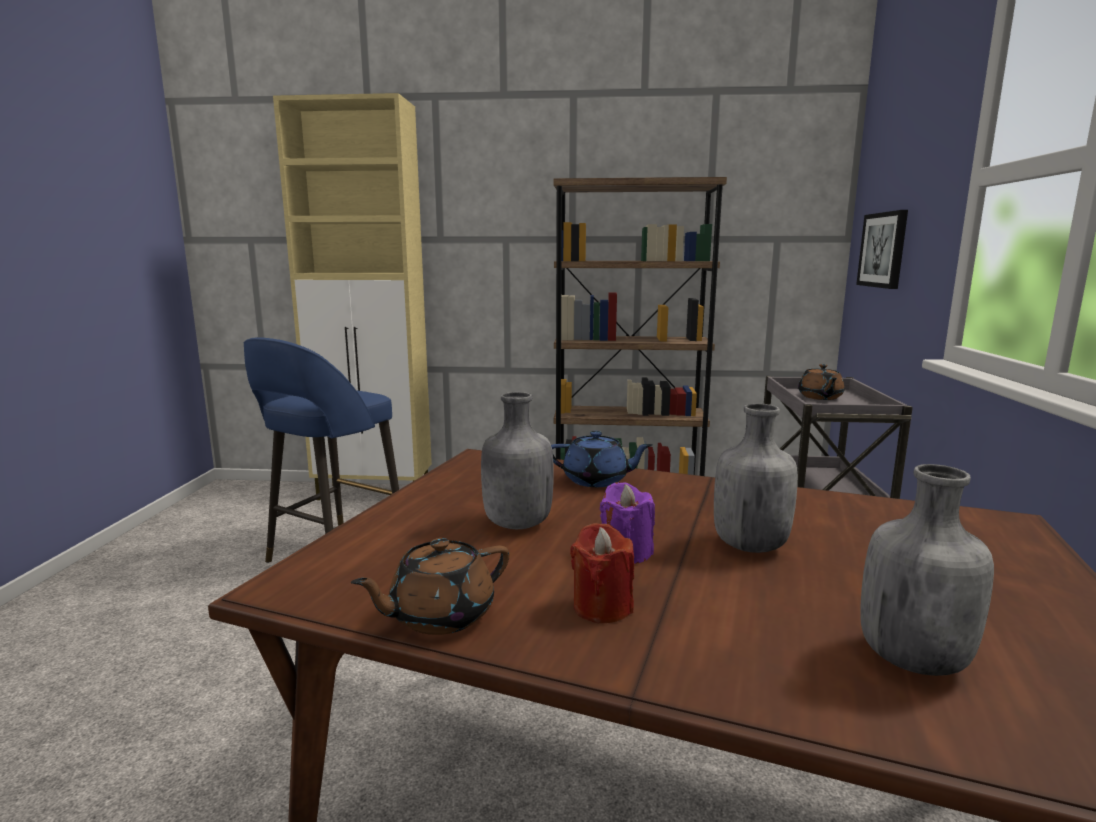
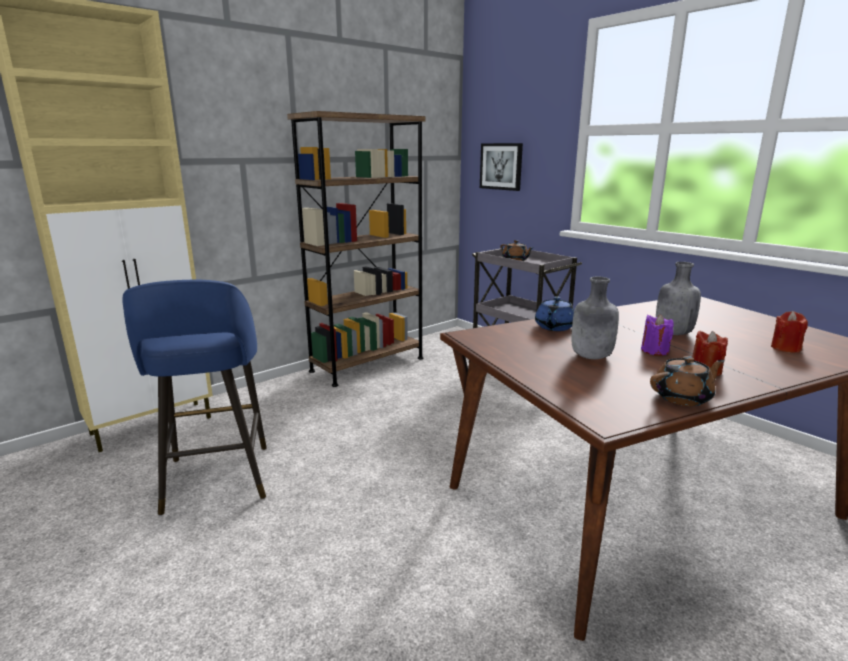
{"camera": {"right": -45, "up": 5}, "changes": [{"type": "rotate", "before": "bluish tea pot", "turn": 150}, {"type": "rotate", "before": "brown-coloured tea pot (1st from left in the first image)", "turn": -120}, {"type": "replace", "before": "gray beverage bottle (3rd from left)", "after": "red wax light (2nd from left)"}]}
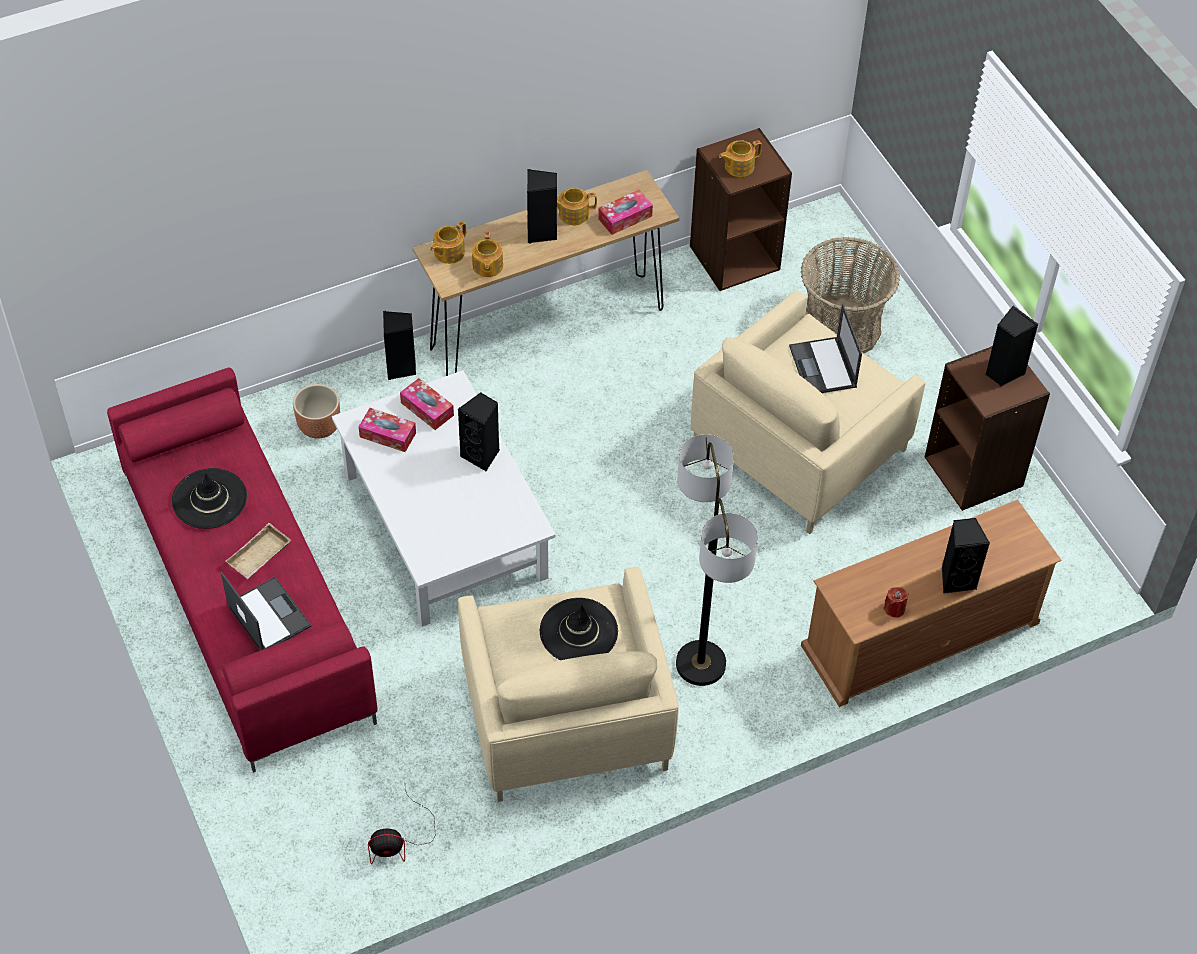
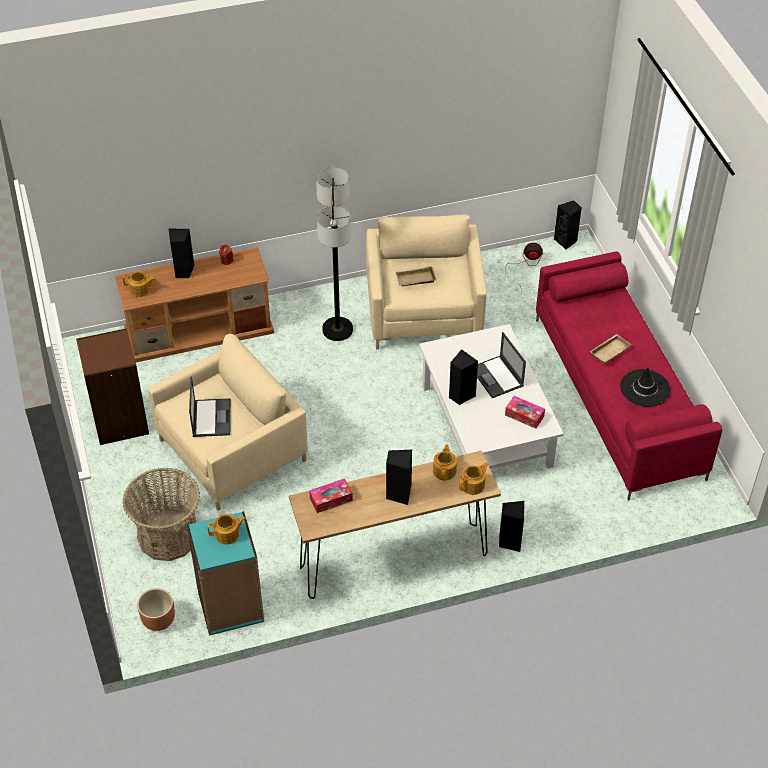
{"camera": {"right": -170, "up": -5}, "changes": [{"type": "move", "before": "tea pot (3rd from left in the first image)", "after": "tea pot (1st from left)"}, {"type": "move", "before": "brown-coloured plant pot"}, {"type": "recolor", "before": "brown-coloured bookcase (1st from left)", "after": "blue-green bookcase"}, {"type": "replace", "before": "blackish wearable hat (2nd from left)", "after": "beige carrying tray (1st from left)"}, {"type": "move", "before": "notebook computer (1st from left in the first image)", "after": "notebook computer (2nd from left)"}, {"type": "move", "before": "blackish audio speaker (5th from left)"}, {"type": "delete", "before": "box of tissues (2nd from left)"}]}
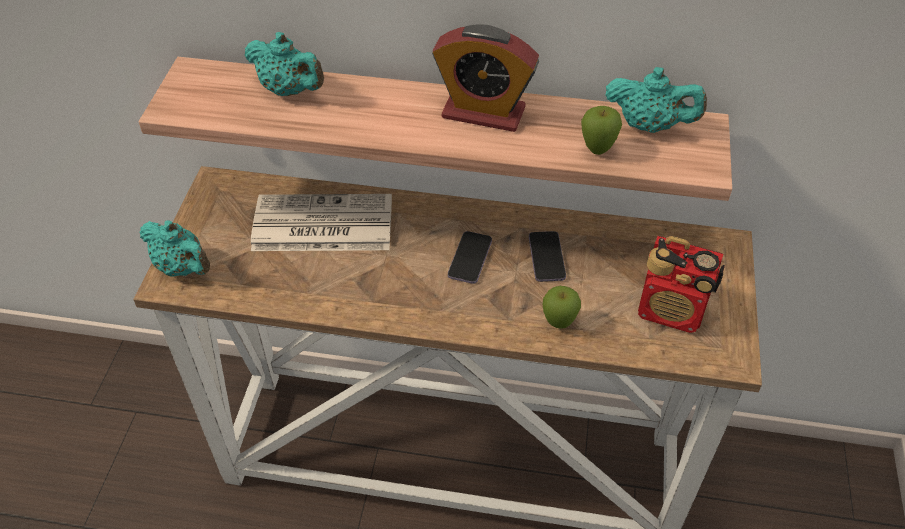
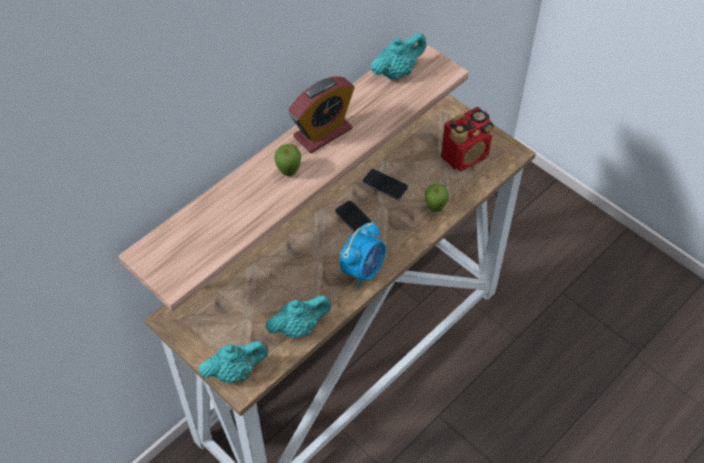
{"camera": {"right": -55, "up": 5}, "changes": [{"type": "move", "before": "blue-green tea pot (2nd from left)"}, {"type": "move", "before": "apple (2nd from left in the first image)", "after": "apple (1st from left)"}, {"type": "insert", "after": "table clock (2nd from left)"}, {"type": "delete", "before": "printed paper"}]}
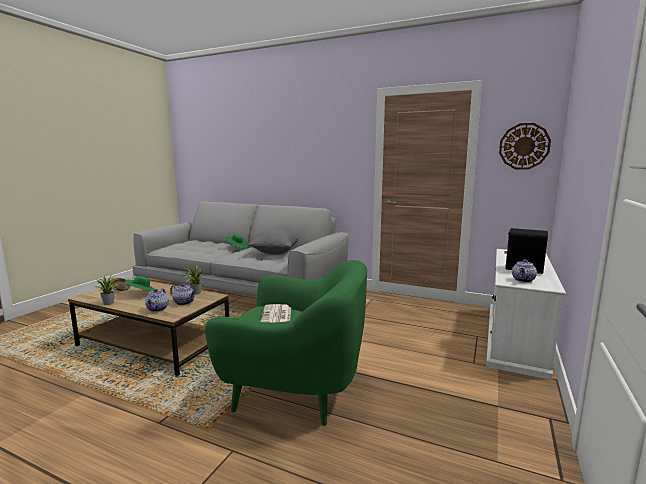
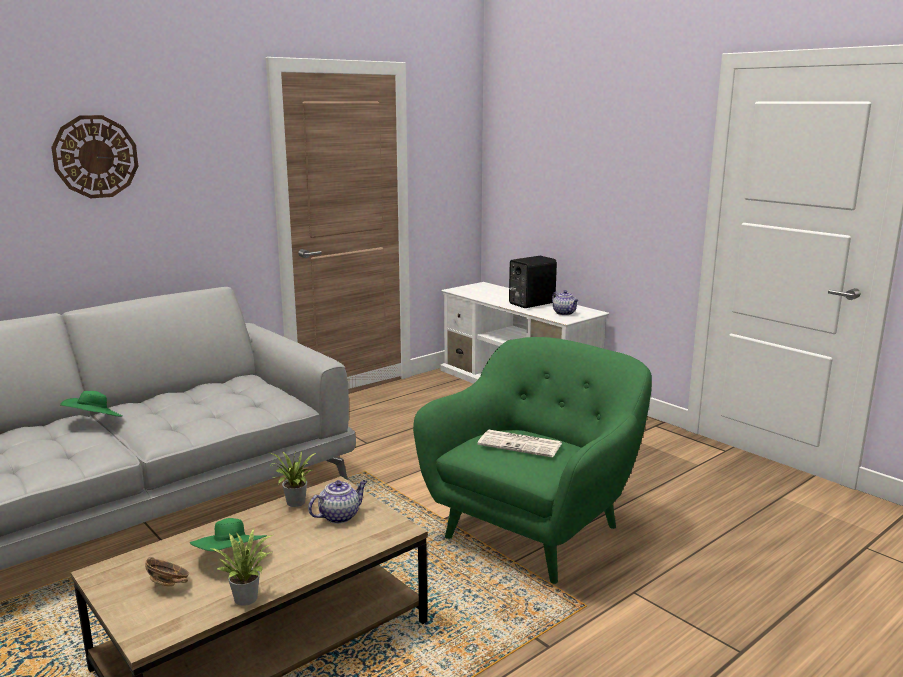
{"camera": {"right": -65, "up": 5}, "changes": [{"type": "move", "before": "hanging clock"}, {"type": "delete", "before": "tea pot (1st from left)"}, {"type": "delete", "before": "gray throw pillow"}]}
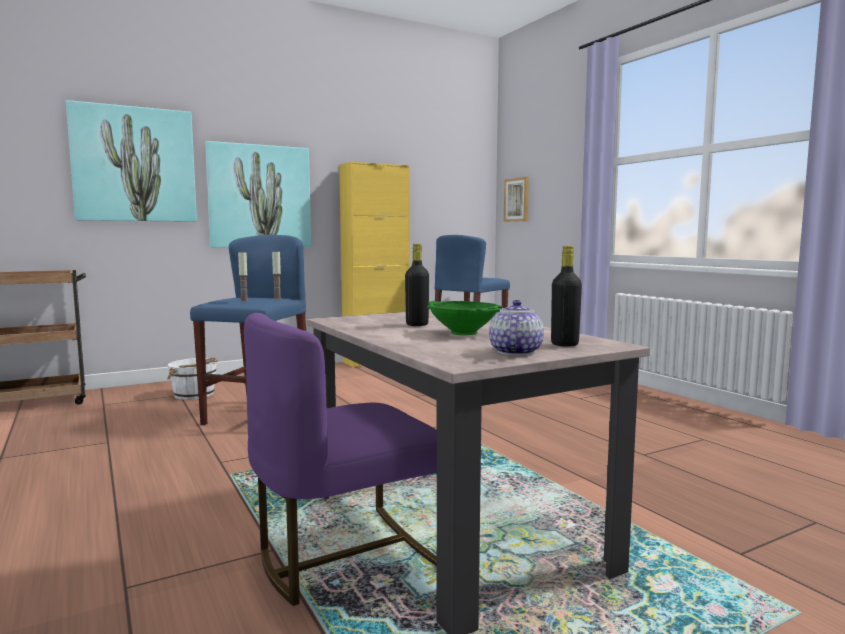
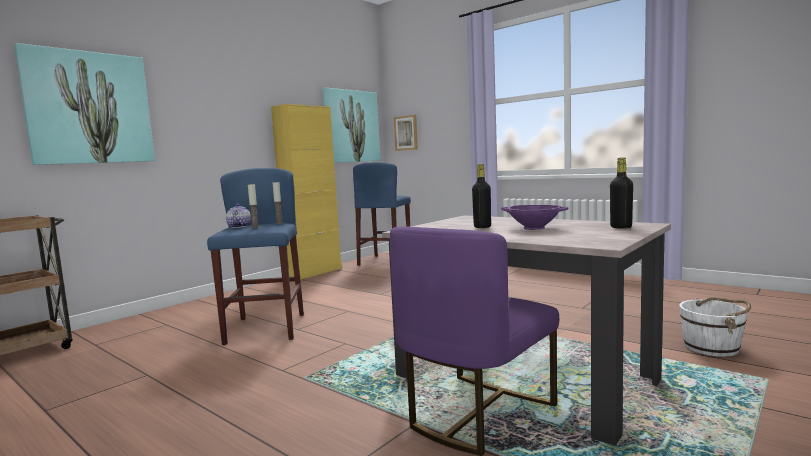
{"camera": {"right": -20, "up": 0}, "changes": [{"type": "move", "before": "tea pot"}, {"type": "move", "before": "wall art (2nd from left)"}, {"type": "recolor", "before": "greenish deep dish", "after": "purple deep dish"}, {"type": "move", "before": "white bucket"}]}
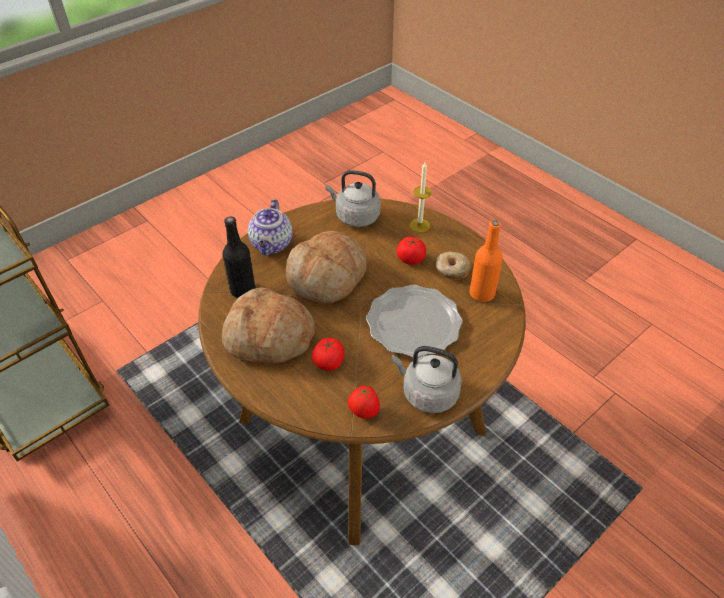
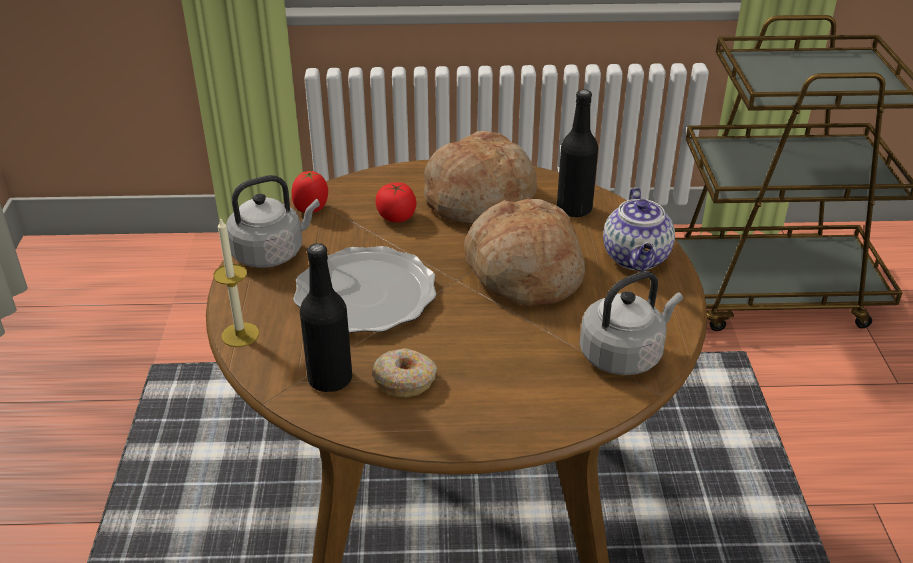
{"camera": {"right": 130, "up": -10}, "changes": [{"type": "move", "before": "wax light"}, {"type": "recolor", "before": "orange beverage bottle", "after": "blackish beverage bottle (1st from left)"}, {"type": "rotate", "before": "tea pot", "turn": -135}, {"type": "delete", "before": "tomato (3rd from left)"}]}
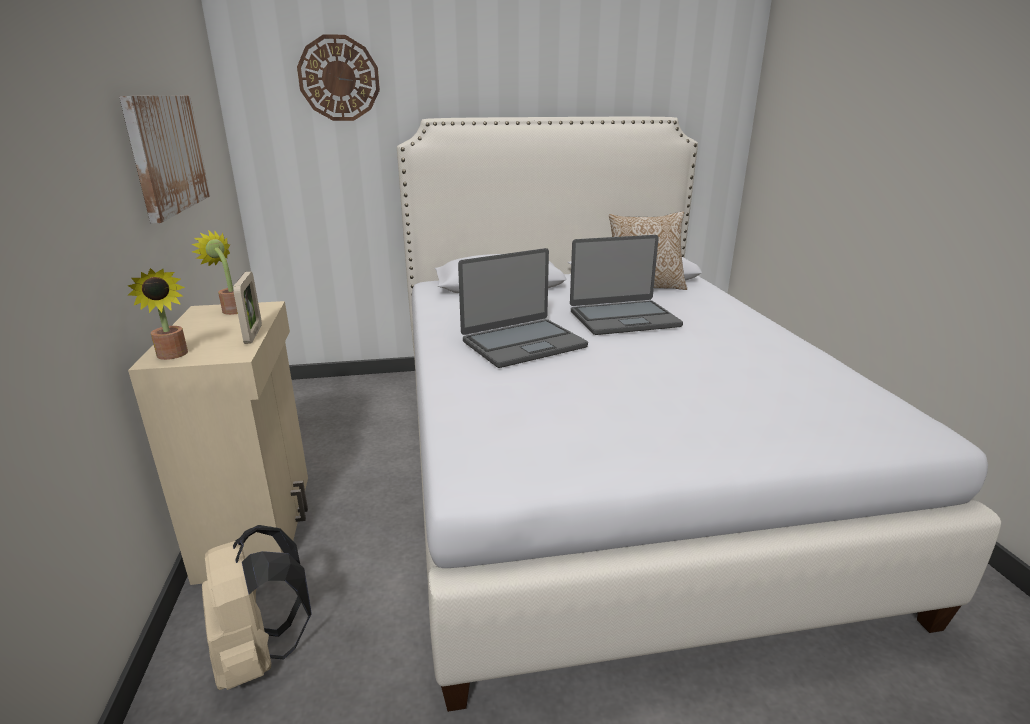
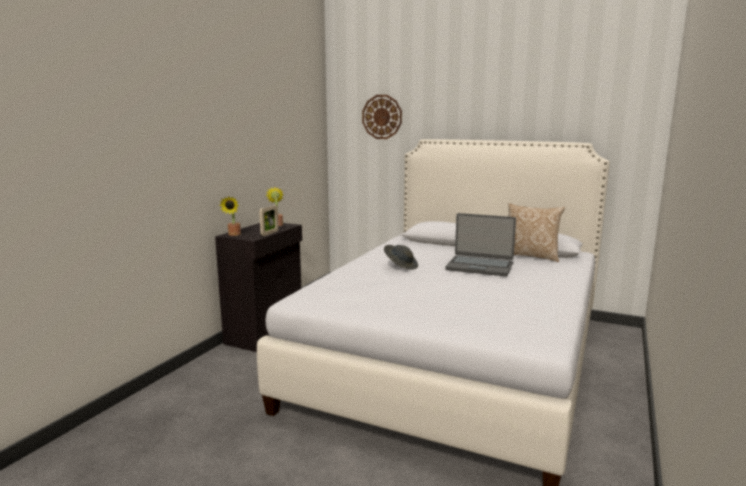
{"camera": {"right": 35, "up": -10}, "changes": [{"type": "recolor", "before": "beige storage cabinet", "after": "blackish storage cabinet"}, {"type": "replace", "before": "notebook computer (1st from left)", "after": "gray wearable hat"}, {"type": "delete", "before": "wall art"}, {"type": "delete", "before": "beige knapsack"}]}
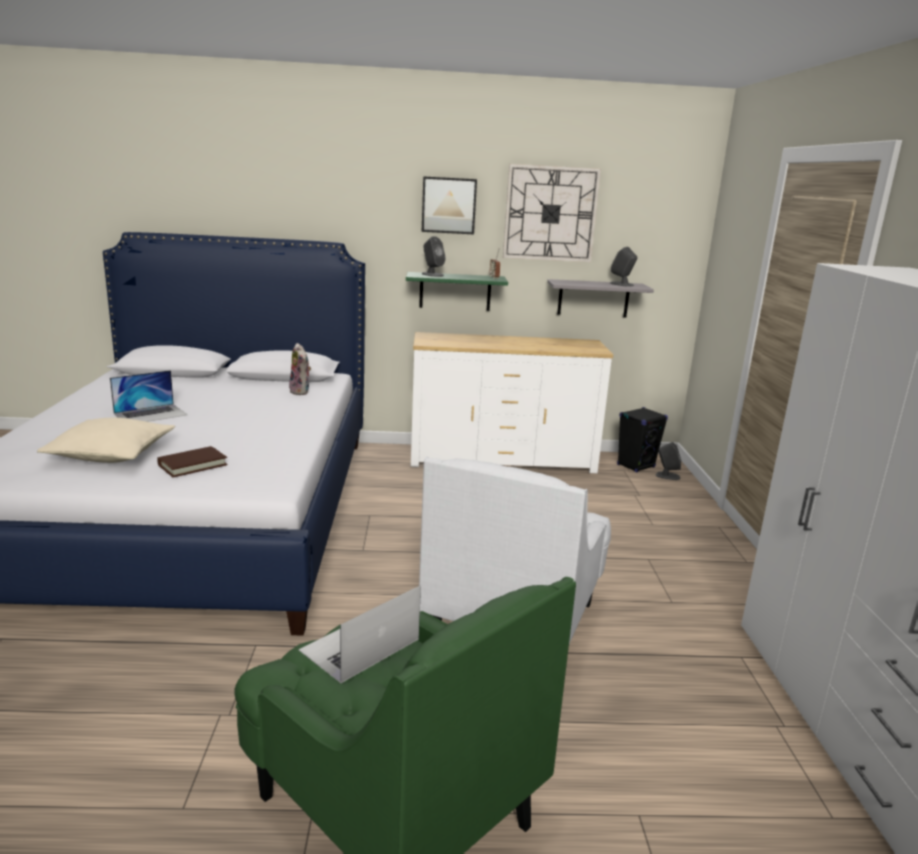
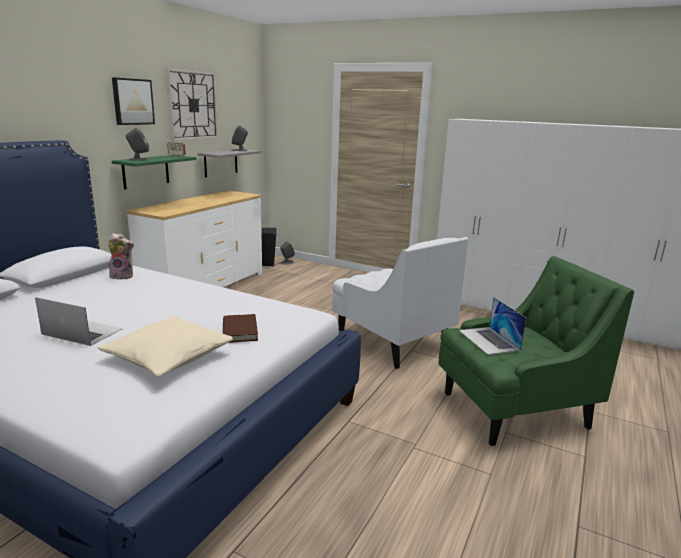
{"camera": {"right": -60, "up": 0}, "changes": [{"type": "rotate", "before": "notebook computer (1st from left)", "turn": -60}]}
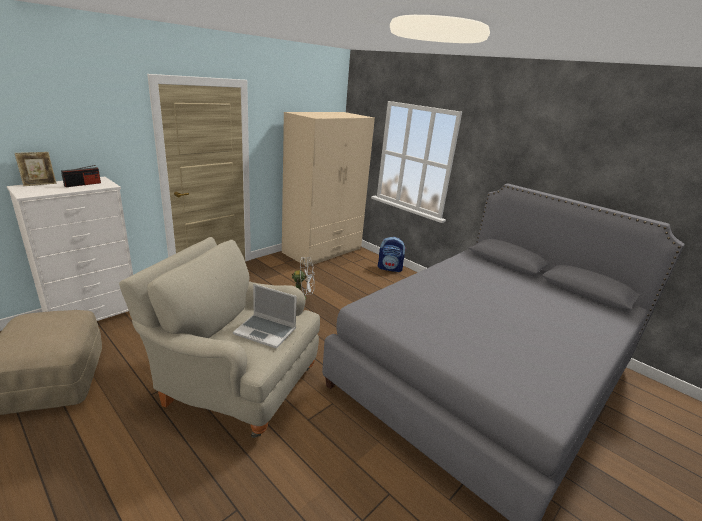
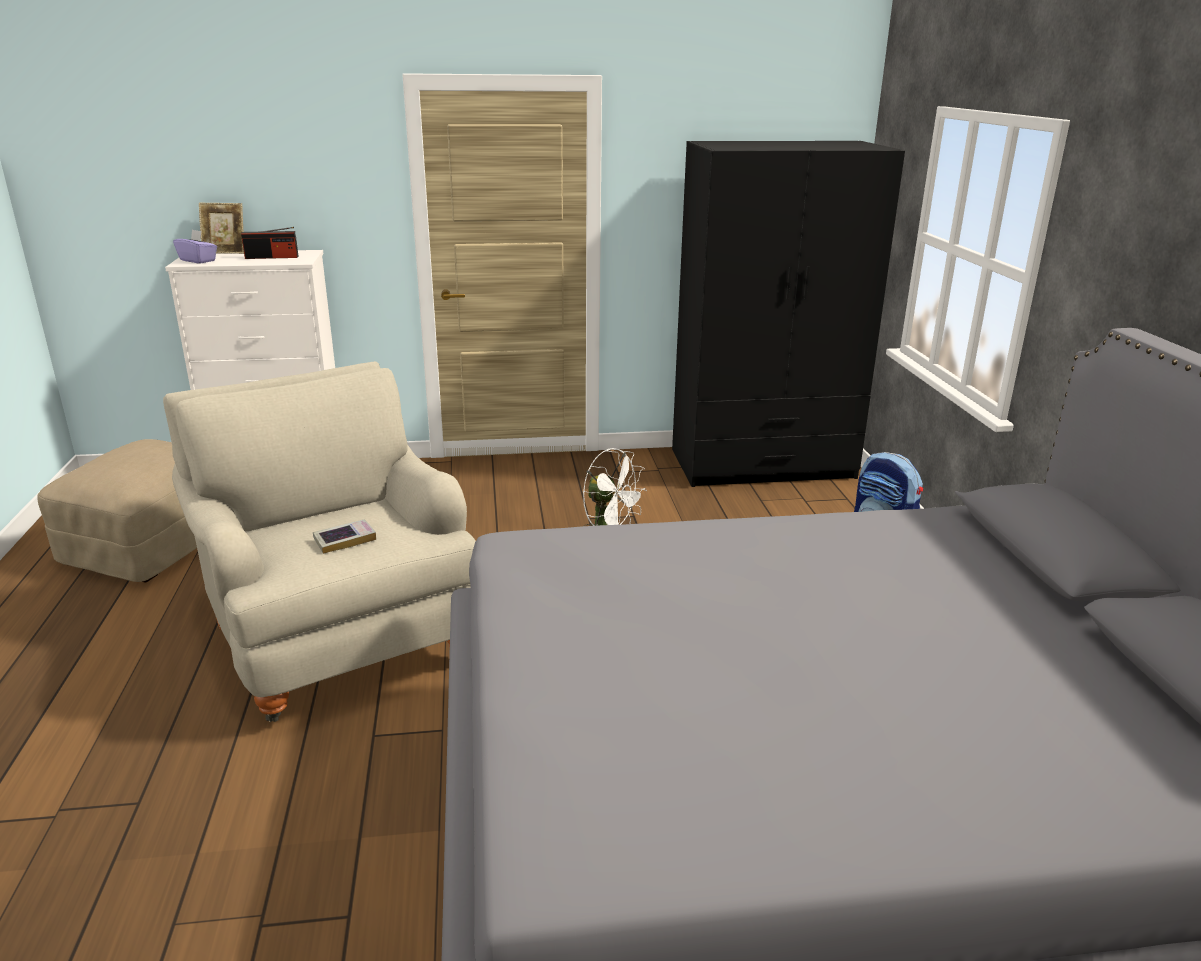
{"camera": {"right": 40, "up": 0}, "changes": [{"type": "insert", "after": "purple box of tissues"}, {"type": "replace", "before": "notebook computer", "after": "bound book"}, {"type": "recolor", "before": "beige wardrobe", "after": "blackish wardrobe"}]}
